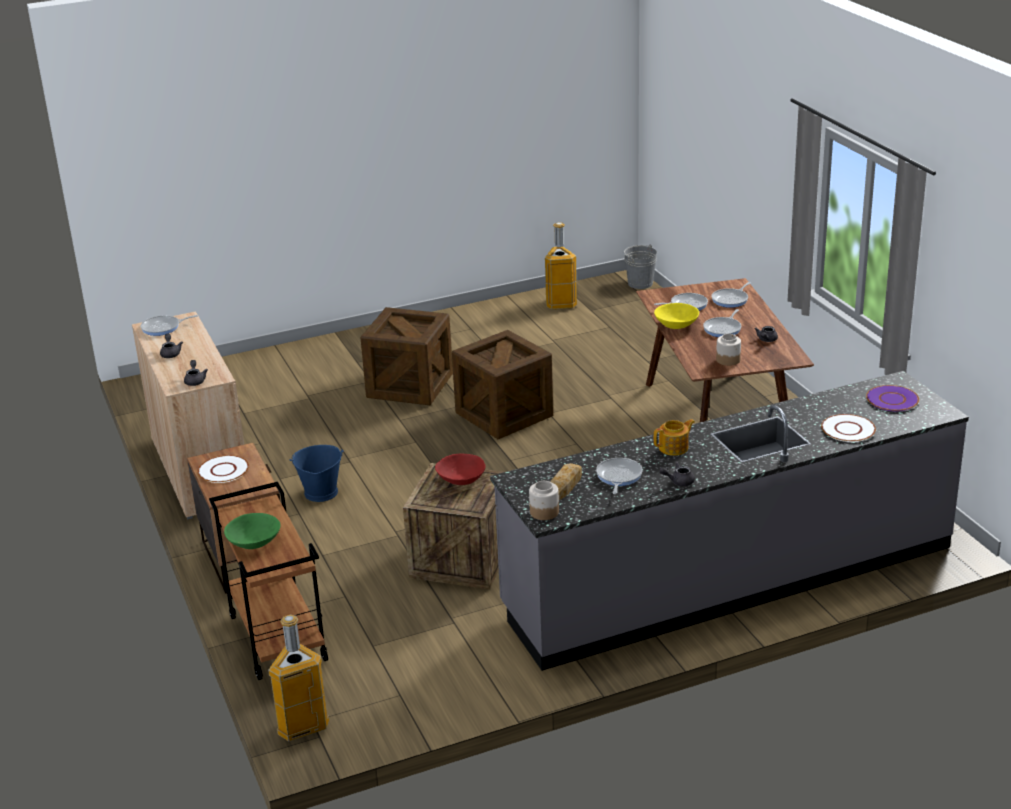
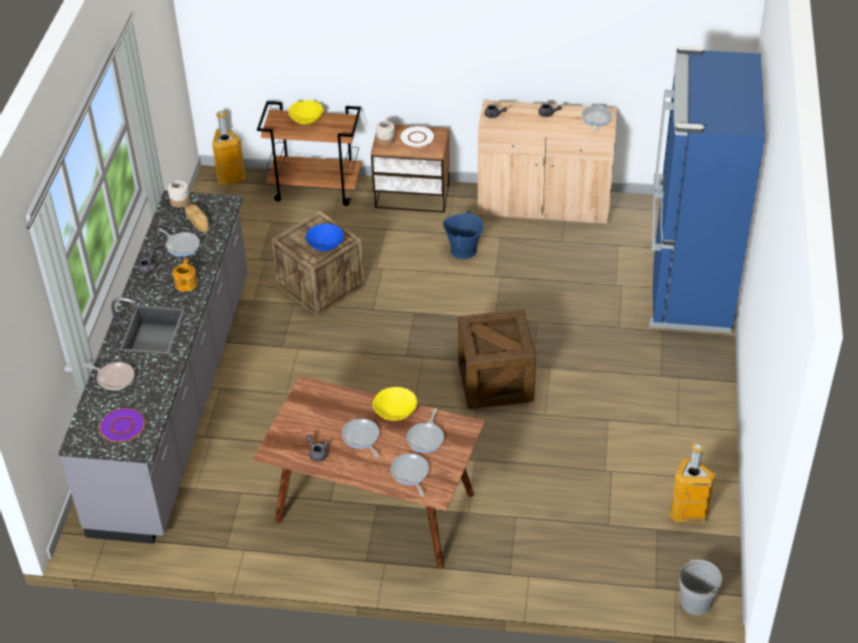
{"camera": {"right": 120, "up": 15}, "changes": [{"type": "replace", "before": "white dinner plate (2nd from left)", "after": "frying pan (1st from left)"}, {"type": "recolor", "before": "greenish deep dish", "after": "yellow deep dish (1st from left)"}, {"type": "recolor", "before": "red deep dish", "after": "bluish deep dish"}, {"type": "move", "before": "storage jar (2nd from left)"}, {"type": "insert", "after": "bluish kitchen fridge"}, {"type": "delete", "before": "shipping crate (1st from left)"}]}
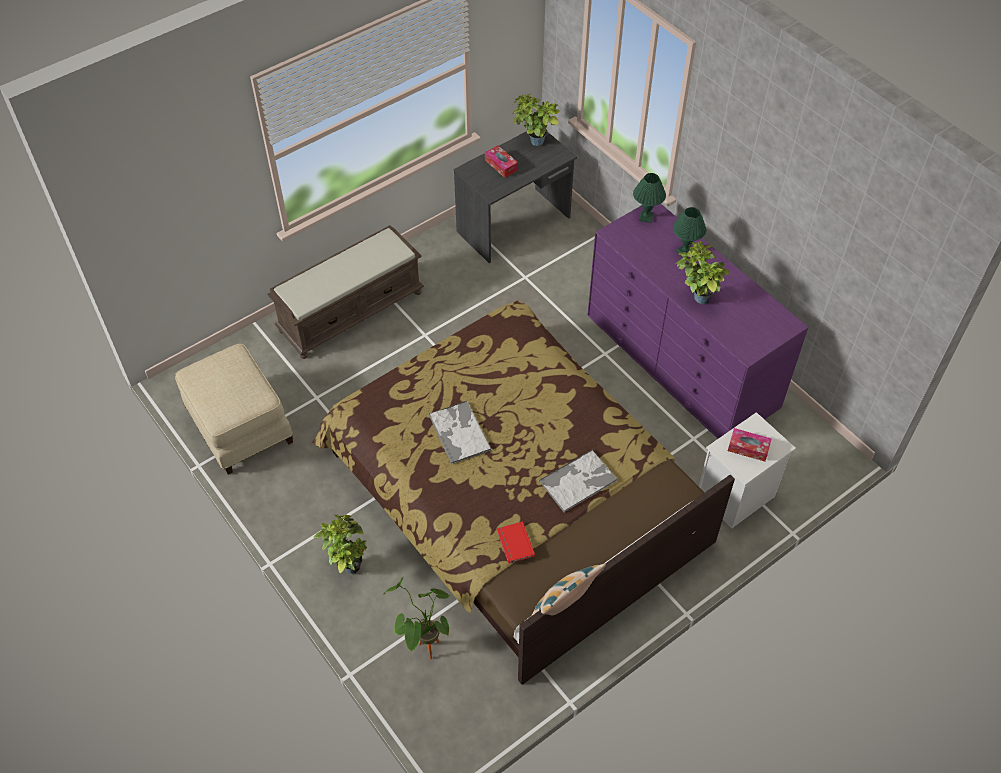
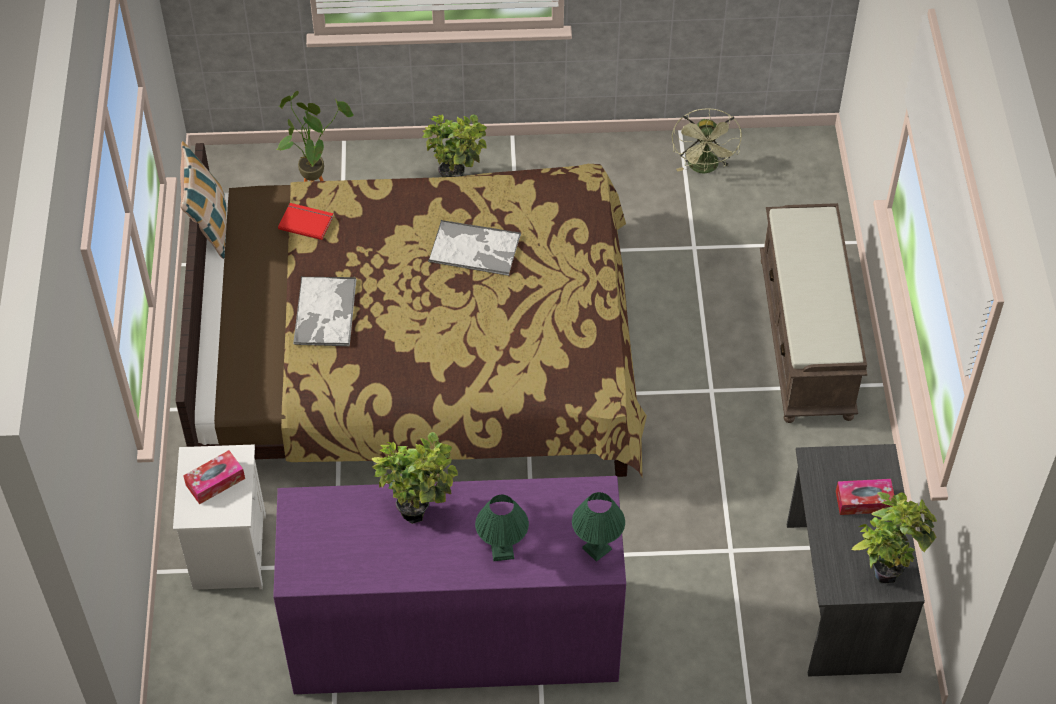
{"camera": {"right": 125, "up": 0}, "changes": [{"type": "replace", "before": "beige ottoman", "after": "greenish cooling fan"}]}
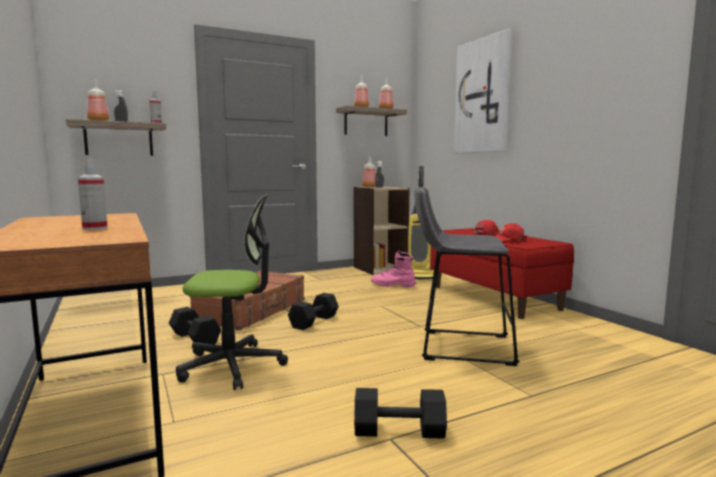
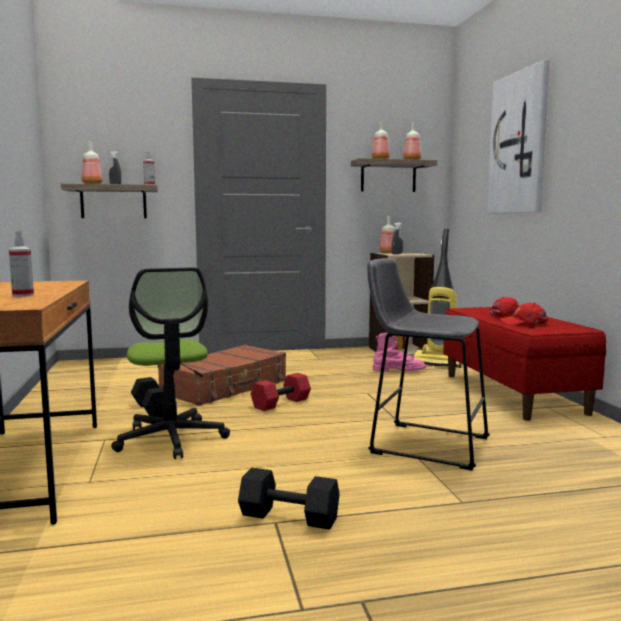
{"camera": {"right": 15, "up": 0}, "changes": [{"type": "rotate", "before": "desk chair", "turn": 60}, {"type": "recolor", "before": "blackish free weight (2nd from left)", "after": "red free weight"}, {"type": "rotate", "before": "pink-coloured boot", "turn": 150}]}
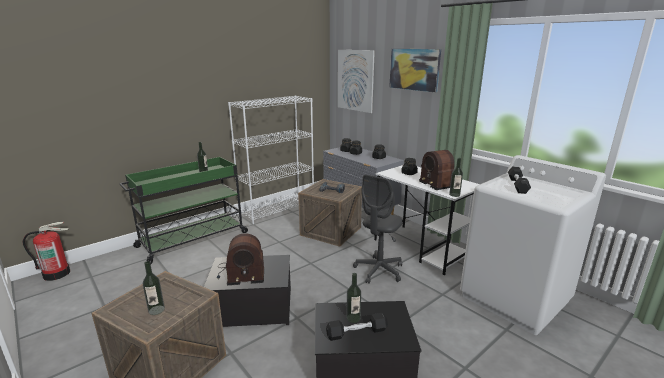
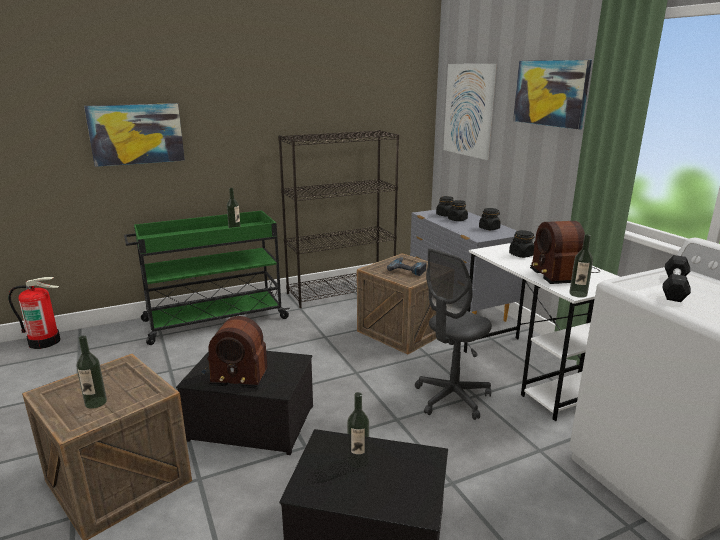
{"camera": {"right": 15, "up": 0}, "changes": [{"type": "insert", "after": "wall art (1st from left)"}, {"type": "recolor", "before": "white bookcase", "after": "blackish bookcase"}, {"type": "delete", "before": "blackish free weight (1st from left)"}]}
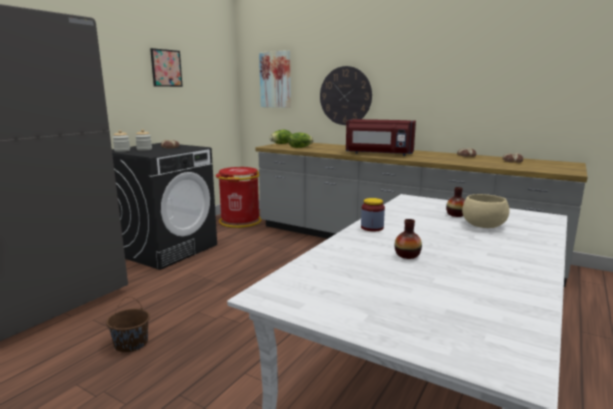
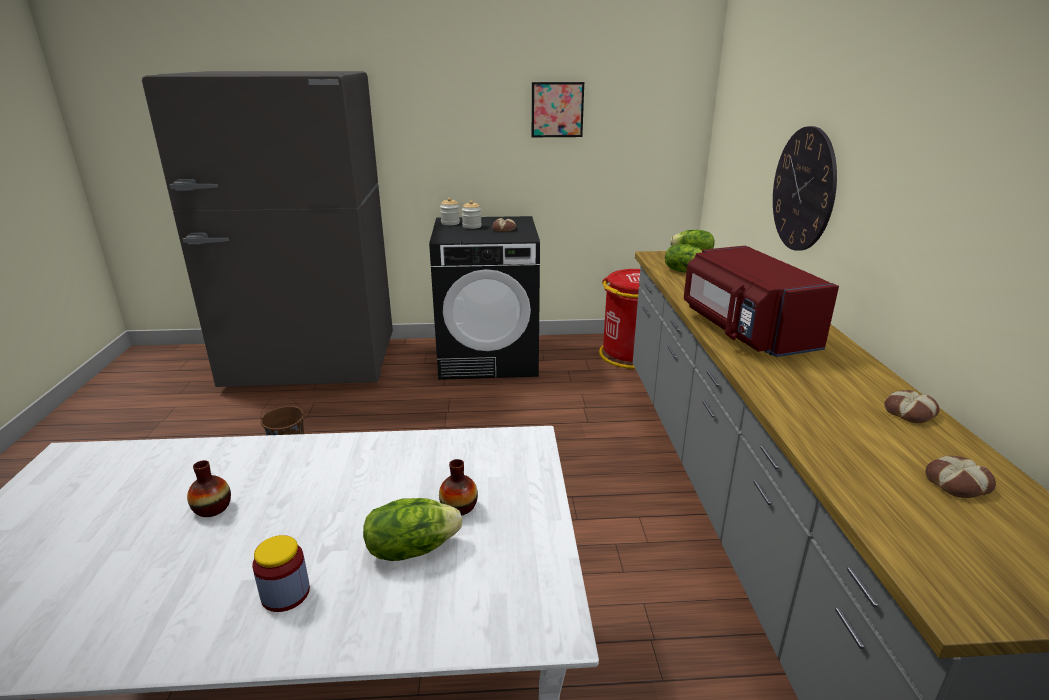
{"camera": {"right": 55, "up": 10}, "changes": [{"type": "move", "before": "storage jar (3rd from left in the first image)", "after": "storage jar (1st from left)"}, {"type": "replace", "before": "beige deep dish", "after": "lettuce (1st from left)"}, {"type": "delete", "before": "wall art (2nd from left)"}]}
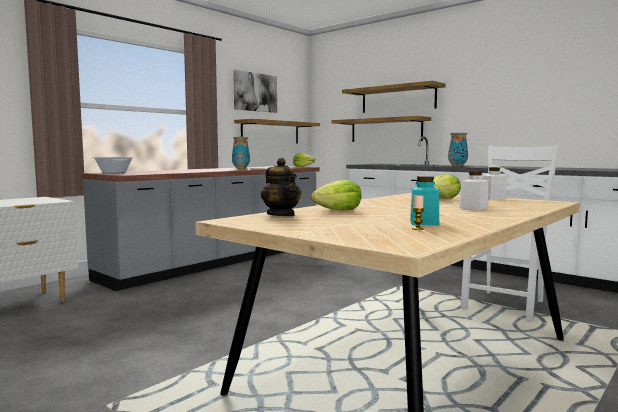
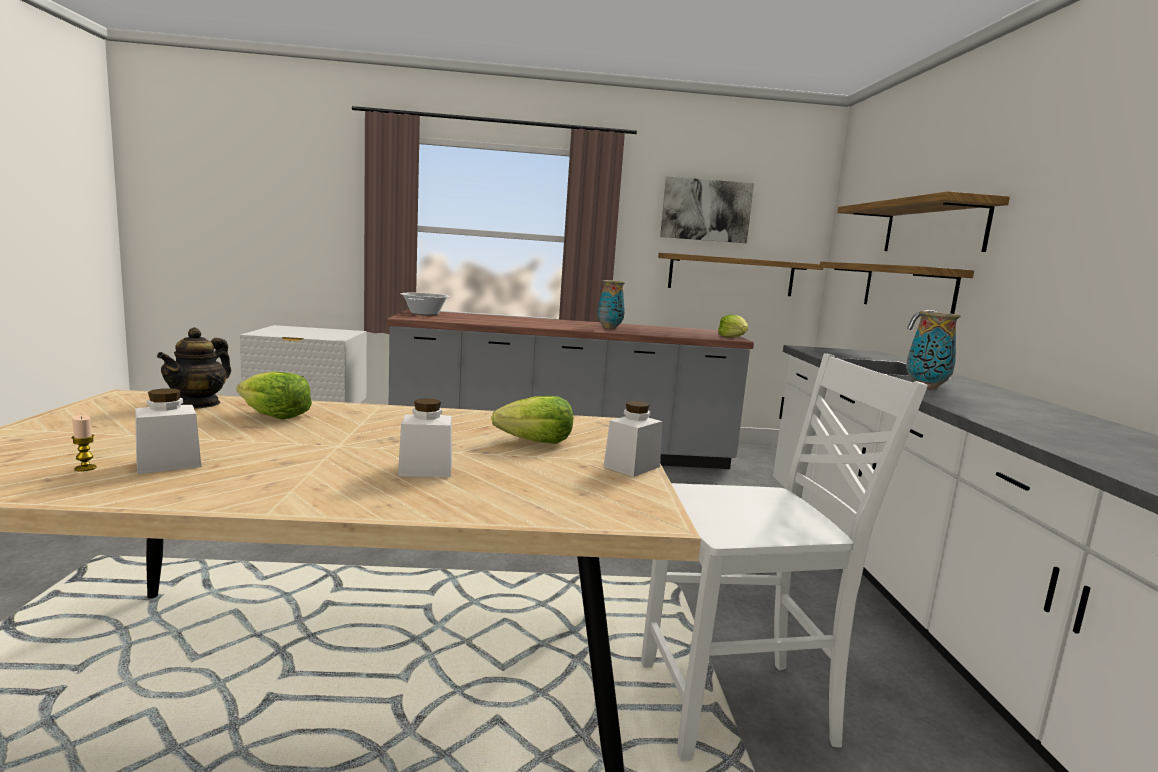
{"camera": {"right": 45, "up": 5}, "changes": [{"type": "recolor", "before": "blue-green storage jar", "after": "white storage jar (1st from left)"}]}
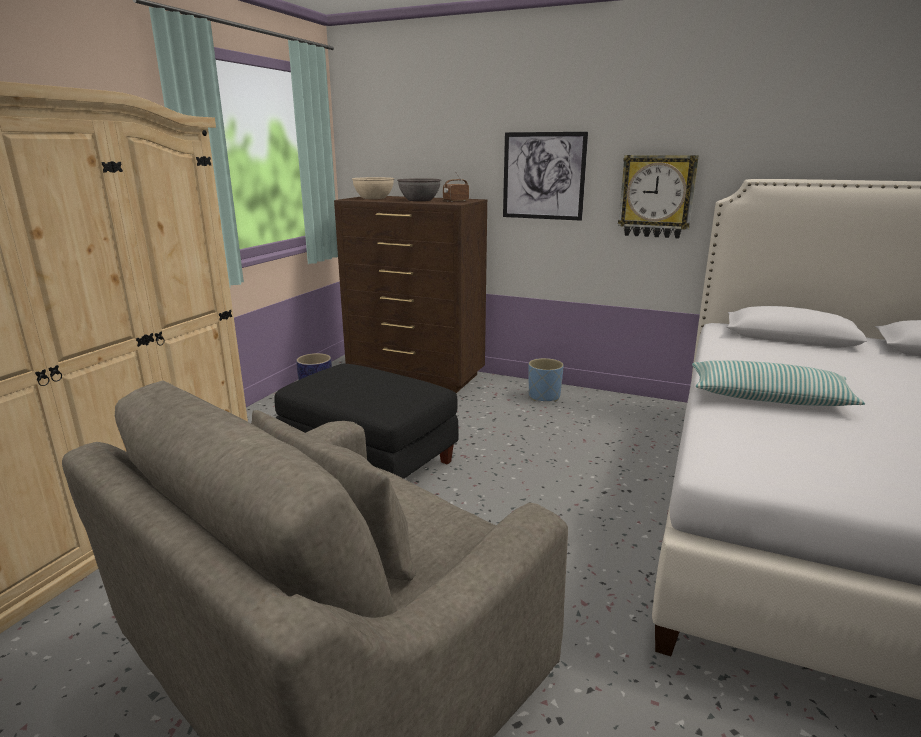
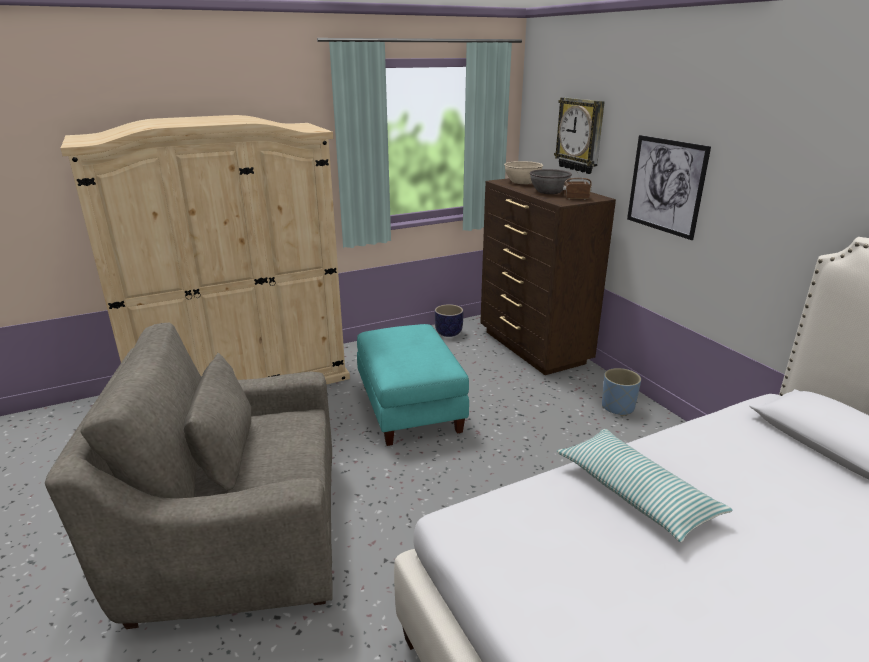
{"camera": {"right": 40, "up": 5}, "changes": [{"type": "recolor", "before": "blackish ottoman", "after": "blue-green ottoman"}, {"type": "move", "before": "hanging clock"}]}
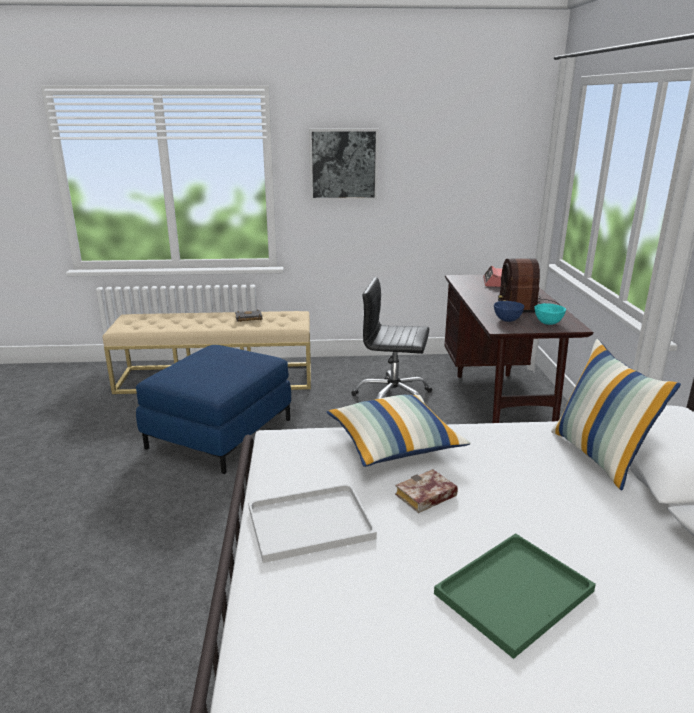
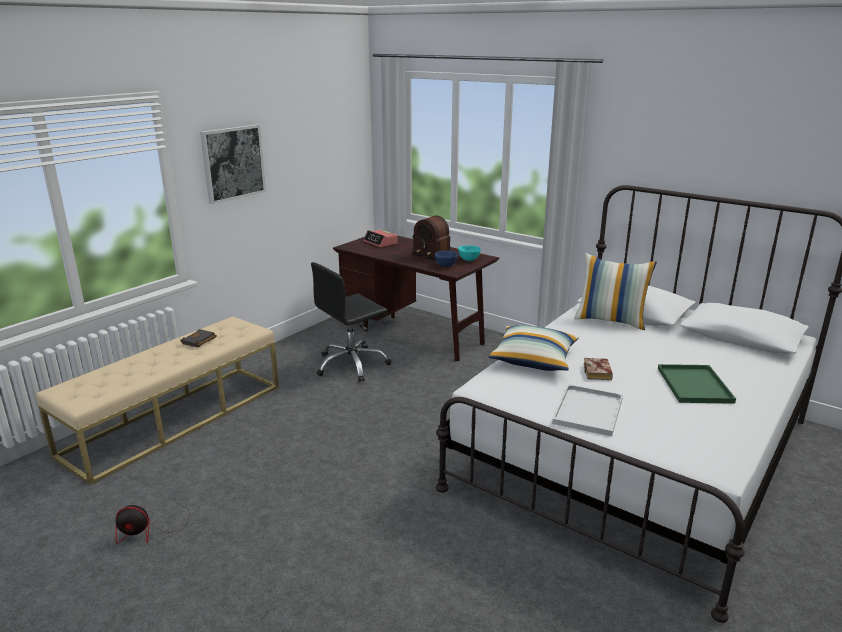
{"camera": {"right": -50, "up": 0}, "changes": [{"type": "insert", "after": "cooling fan"}, {"type": "delete", "before": "bluish ottoman"}]}
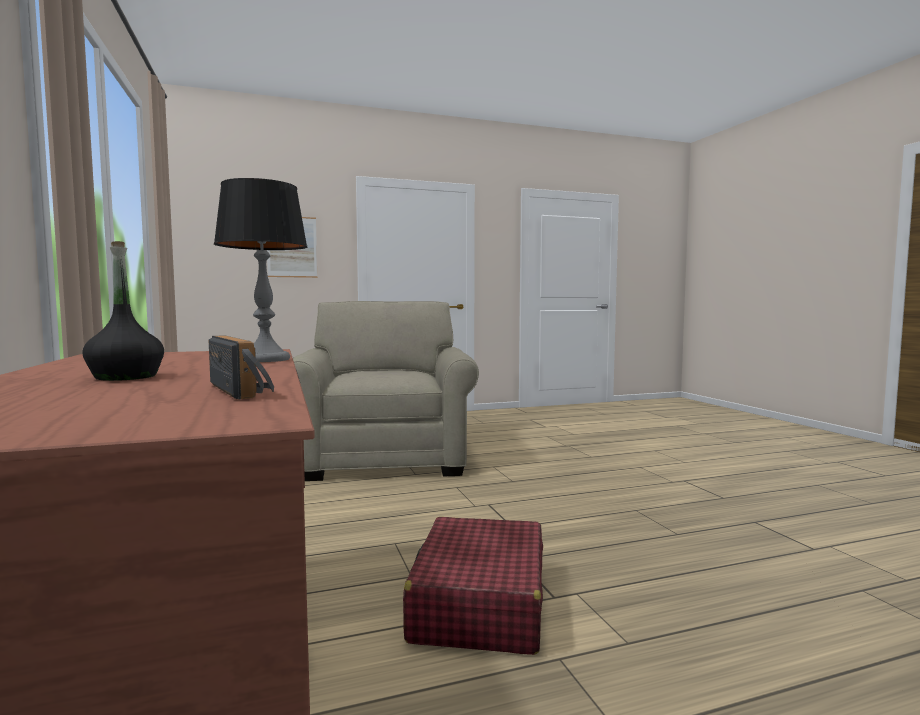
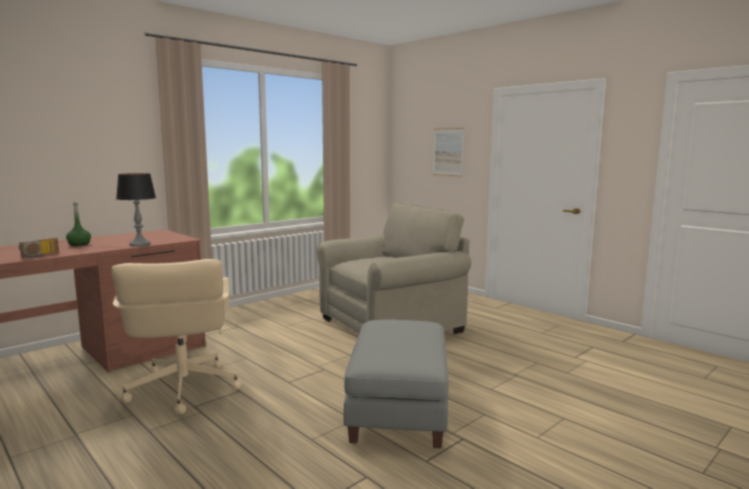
{"camera": {"right": 65, "up": 5}, "changes": [{"type": "recolor", "before": "blackish beverage bottle", "after": "greenish beverage bottle"}, {"type": "replace", "before": "red piece of luggage", "after": "beige desk chair"}, {"type": "insert", "after": "gray ottoman"}]}
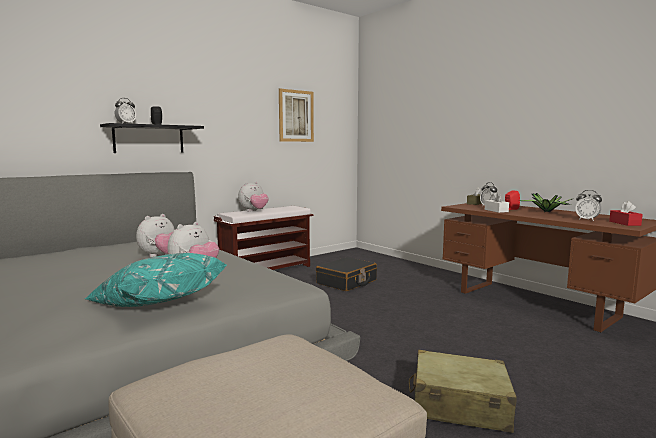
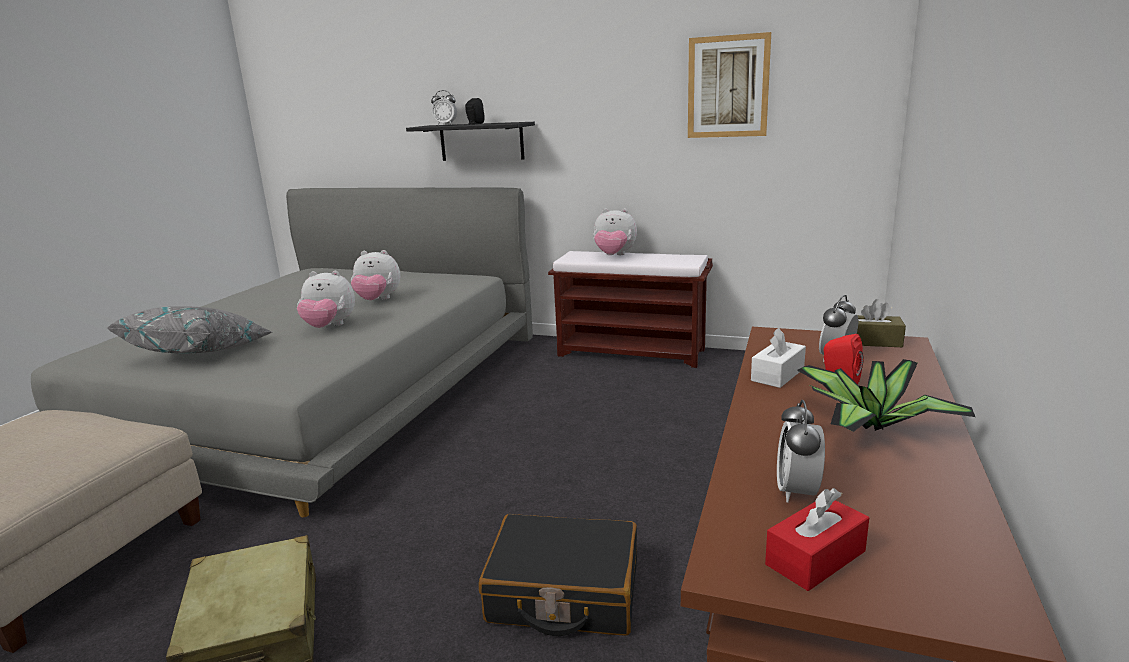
{"camera": {"right": 60, "up": 10}, "changes": [{"type": "recolor", "before": "blue-green throw pillow", "after": "gray throw pillow"}, {"type": "move", "before": "blackish piece of luggage"}]}
